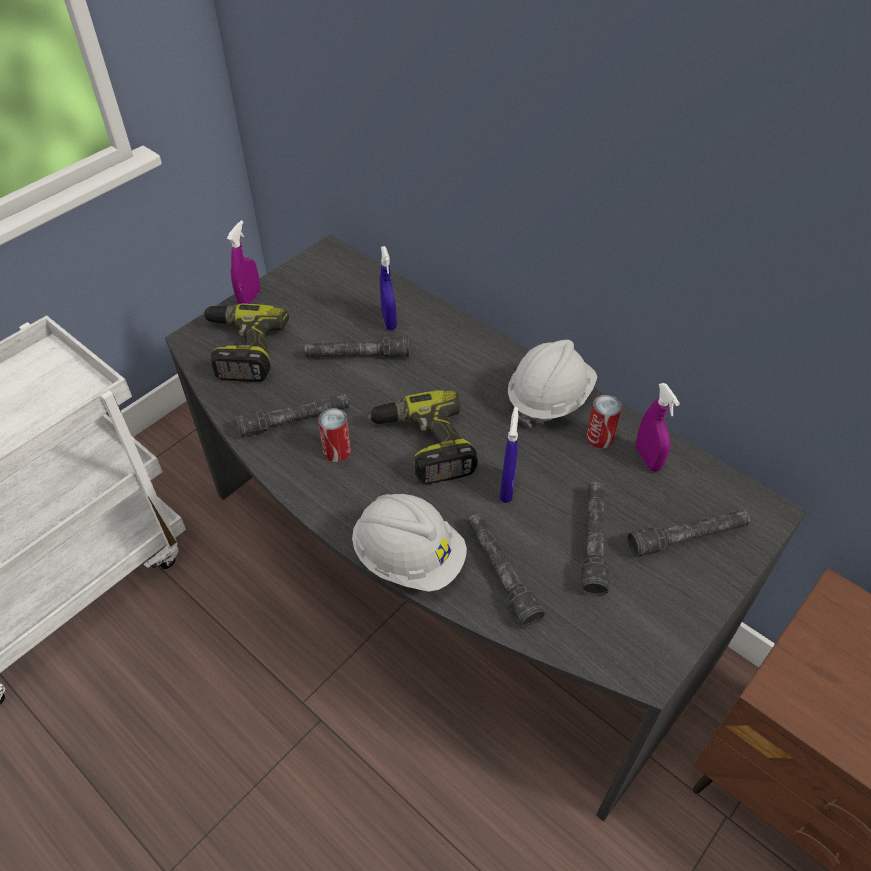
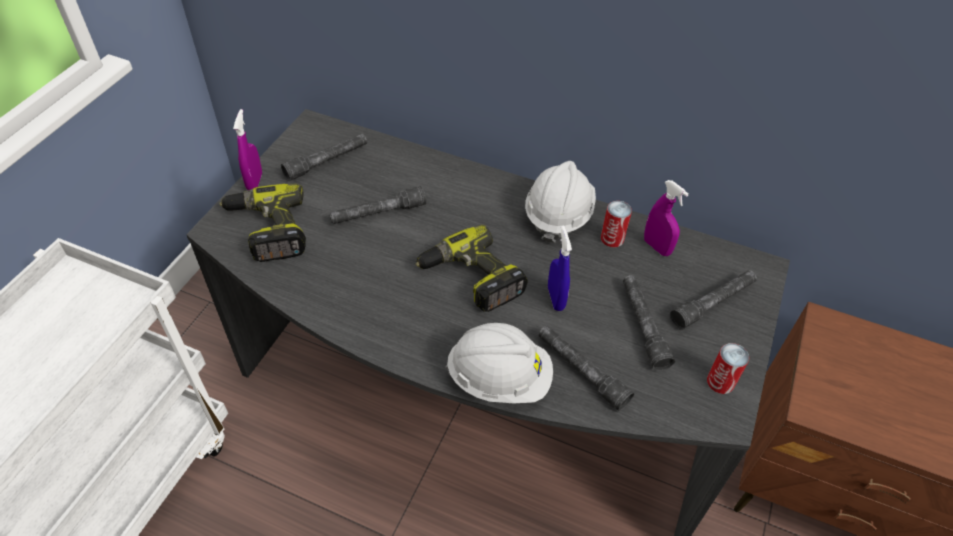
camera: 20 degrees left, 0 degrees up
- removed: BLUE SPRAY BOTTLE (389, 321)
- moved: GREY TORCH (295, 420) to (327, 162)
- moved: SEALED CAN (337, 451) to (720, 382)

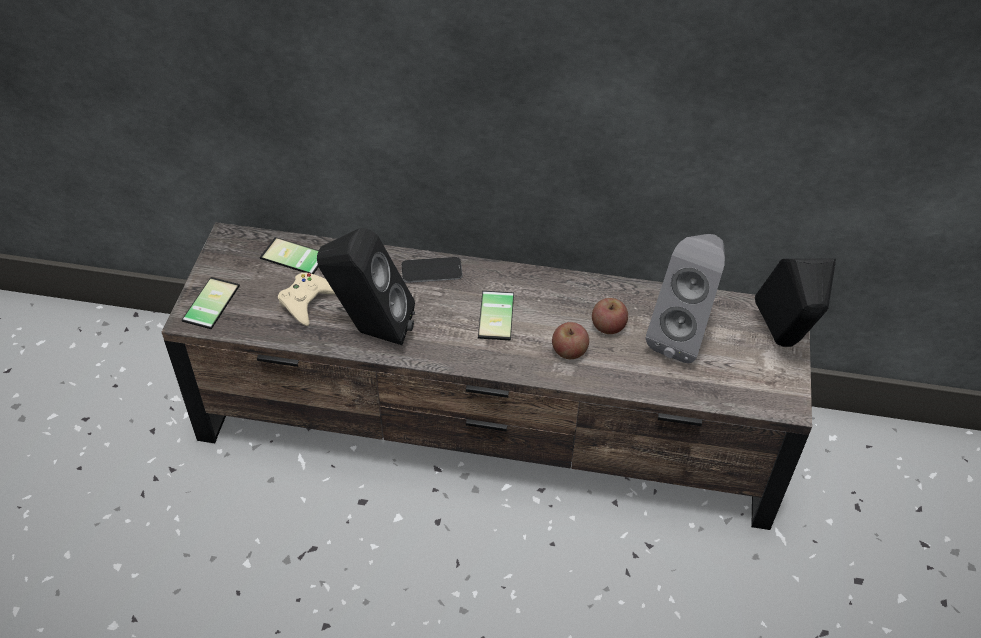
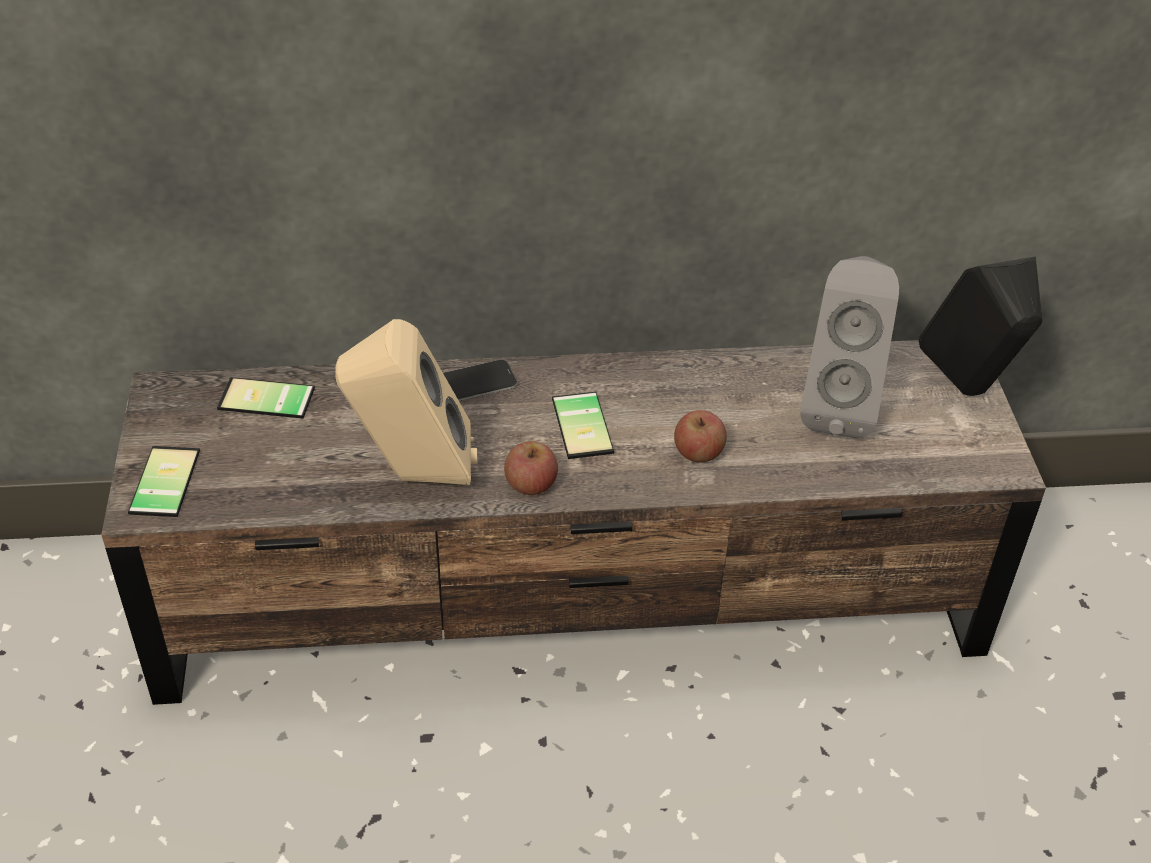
camera: 15 degrees left, 5 degrees down
- recoloured: BLACK AUDIO SPEAKER (370, 330) to BEIGE-COLOURED AUDIO SPEAKER (413, 476)
- removed: BEIGE-COLOURED JOYPAD (307, 301)
- moved: WHOLE APPLE (608, 326) to (531, 484)

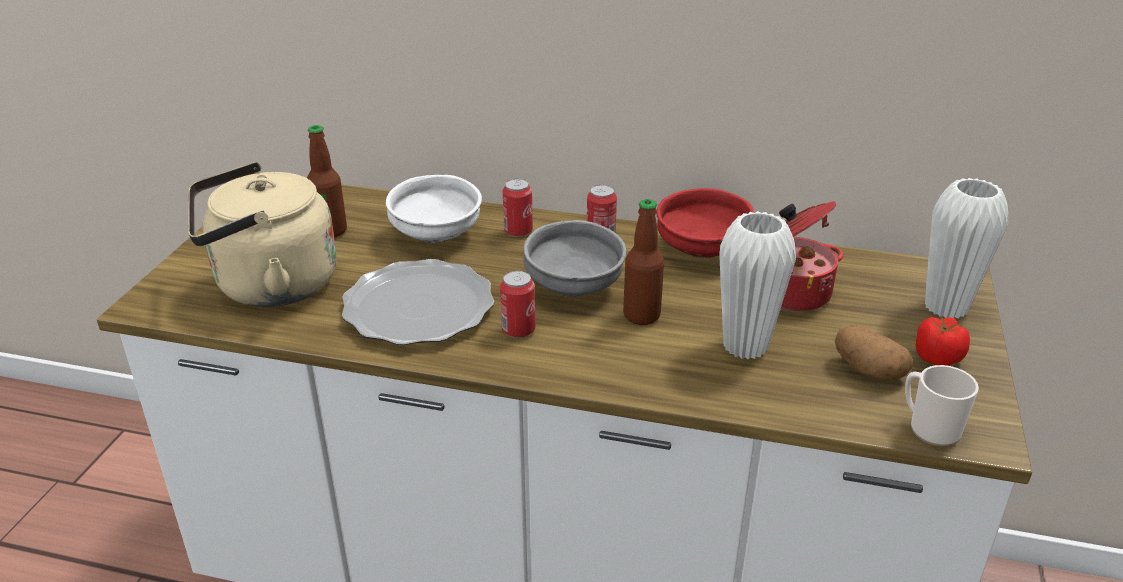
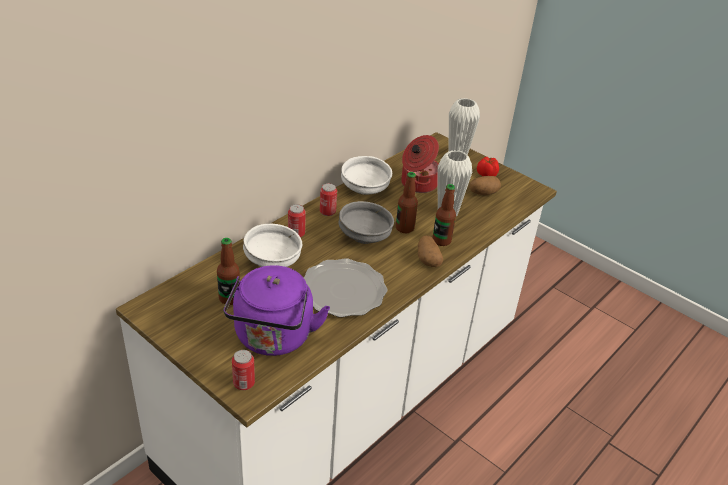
camera: 65 degrees left, 5 degrees up
- recoloured: BEIGE-COLOURED WATER KETTLE (269, 286) to PURPLE-COLOURED WATER KETTLE (273, 339)
- recoloured: REDDISH BOWL (701, 250) to WHITISH BOWL (365, 190)
- moved: SEALED CAN (518, 330) to (244, 383)
- removed: MUG (929, 428)
- added: BOTTLE (441, 241)
- added: POTATO (427, 259)

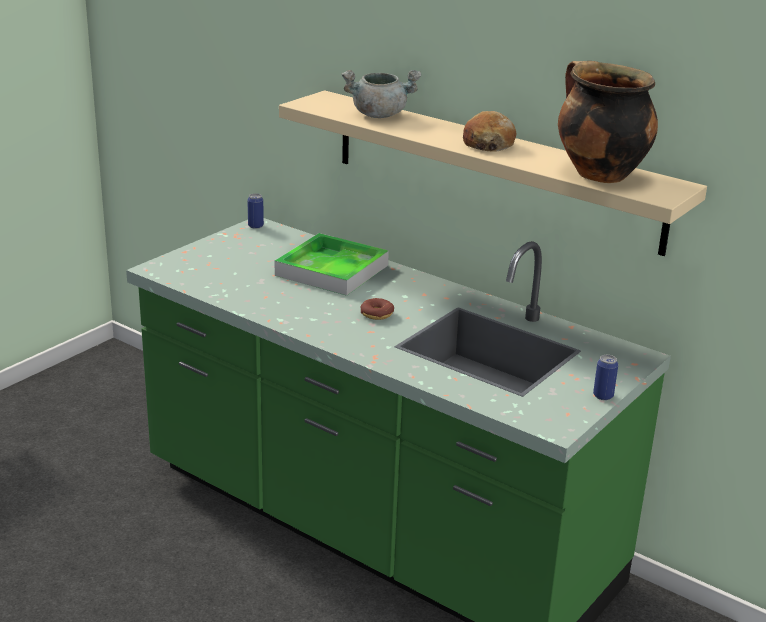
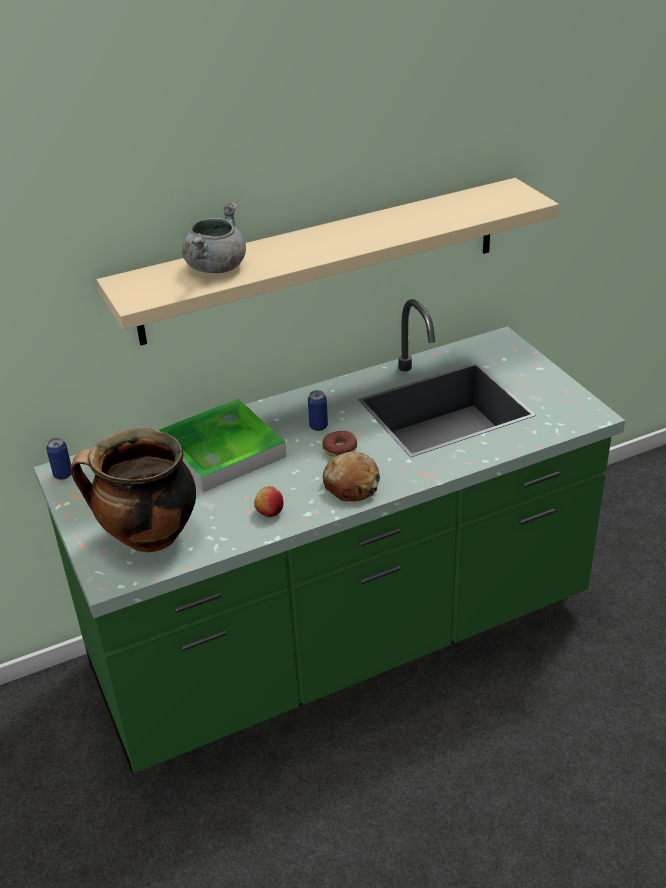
camera: 60 degrees left, 10 degrees up
- moved: SAUCEPOT (598, 174) to (148, 538)
- moved: BREAD (488, 144) to (352, 485)
- moved: SEALED CAN (603, 396) to (318, 426)
- added: WHOLE APPLE (269, 511)

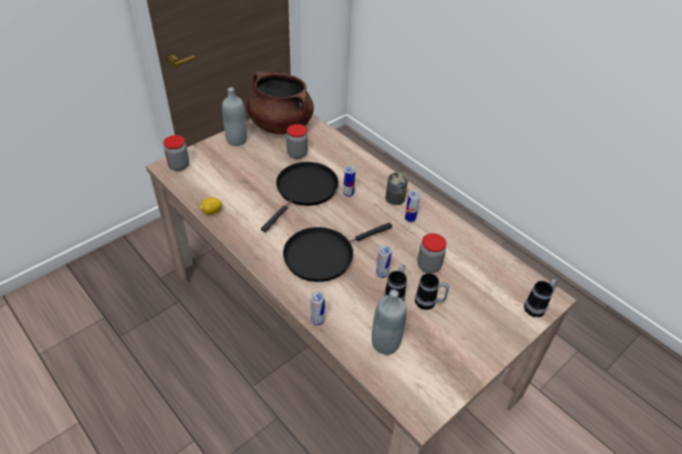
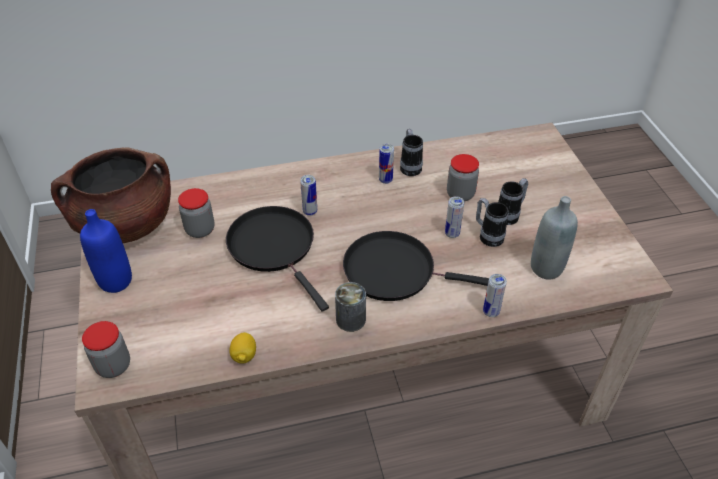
camera: 60 degrees left, 0 degrees up
- recoloured: GREY BOTTLE (236, 140) to BLUE BOTTLE (115, 281)
- moved: SEALED CAN (395, 198) to (350, 319)
- turned: BLACK FRYING PAN (323, 255) = (395, 271) 105 degrees clockwise
- moved: MUG (537, 307) to (410, 166)

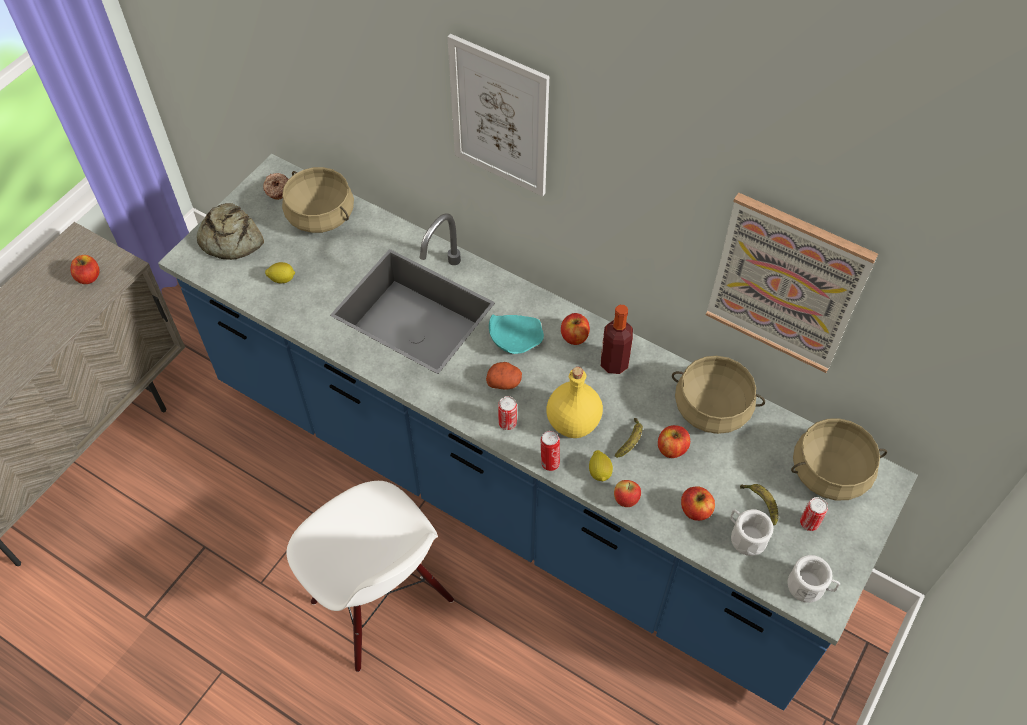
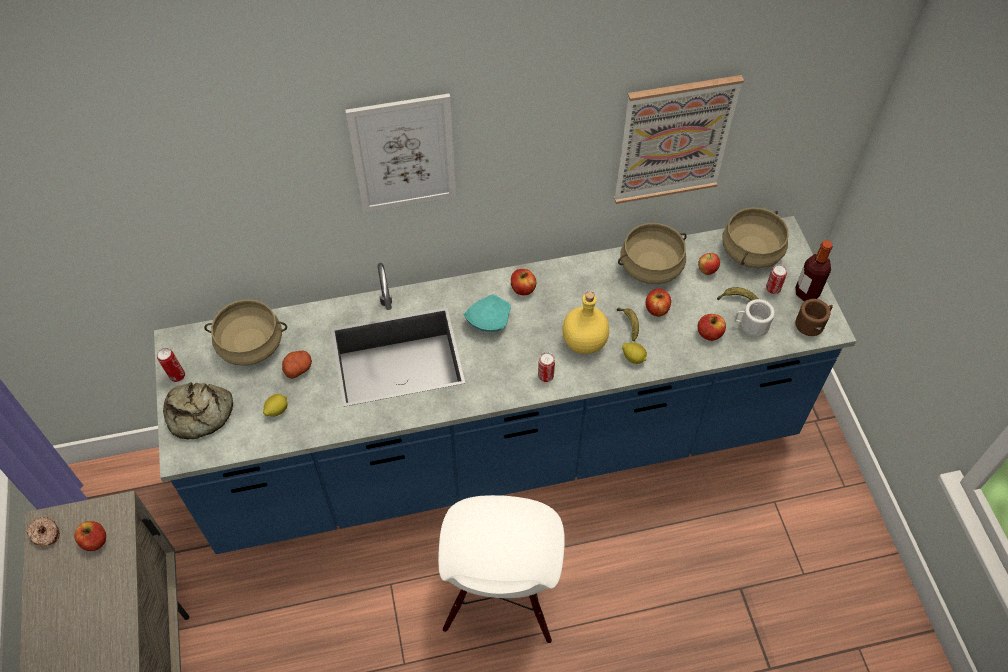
camera: 45 degrees left, 0 degrees up
- moved: DONUT (276, 189) to (45, 534)
- moved: BOTTLE (614, 363) to (806, 293)
- moved: POTATO (504, 381) to (298, 368)
- moved: SEALED CAN (549, 462) to (176, 375)
- moved: WHOLE APPLE (626, 500) to (707, 270)
- turned: WHITISH CHAIR (380, 603) = (500, 598) 90 degrees clockwise
- recoloured: WHITISH MUG (810, 587) to BROWN-COLOURED MUG (812, 323)

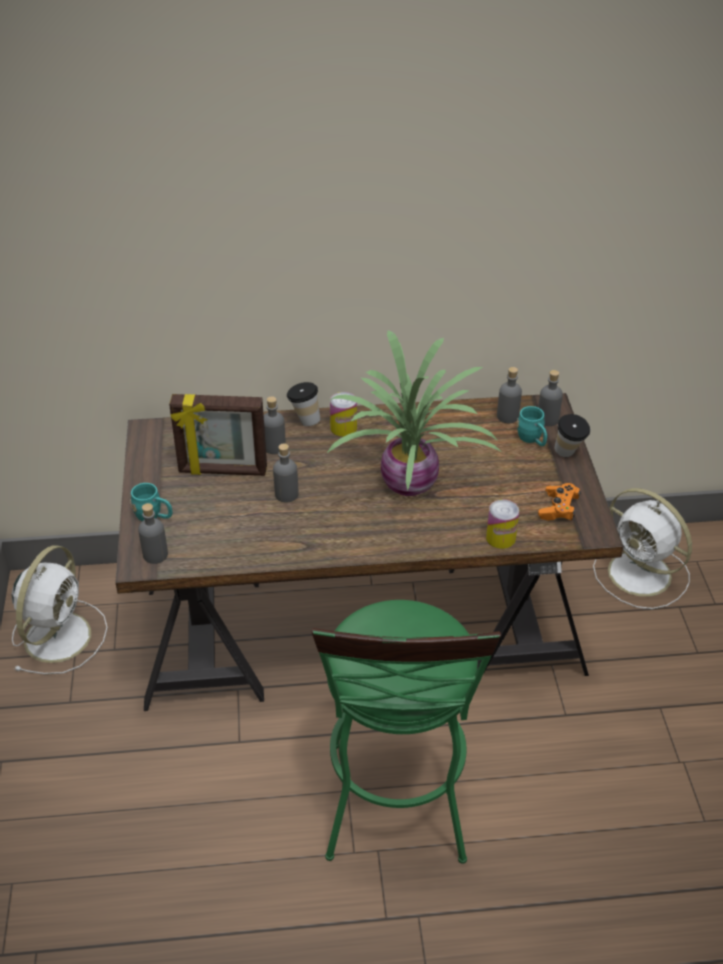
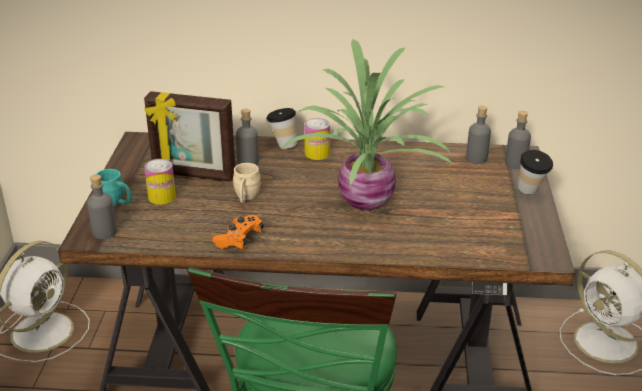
camera: 10 degrees right, 10 degrees down
- removed: TURQUOISE MUG (532, 440)
- replaced: GREY BOTTLE (286, 494) to BEIGE-COLOURED MUG (246, 198)
- moved: ORANGE-COLOURED JOYPAD (558, 509) to (239, 239)
- moved: SEALED CAN (500, 538) to (161, 197)

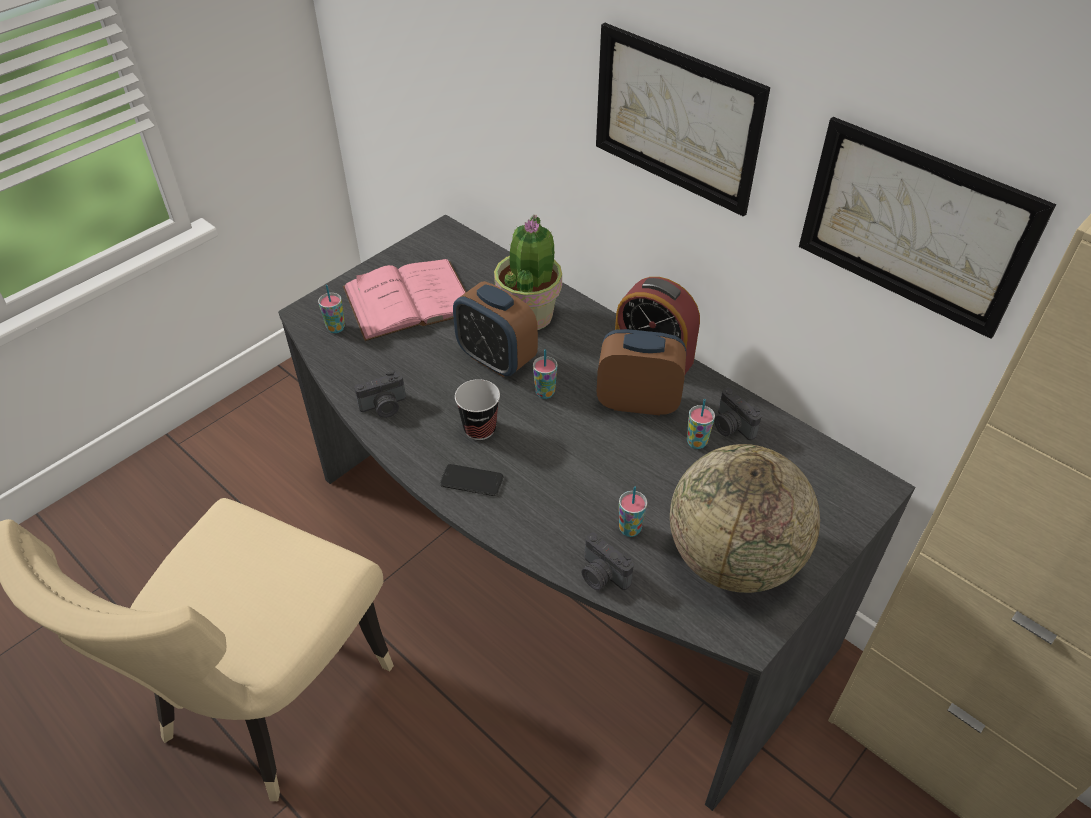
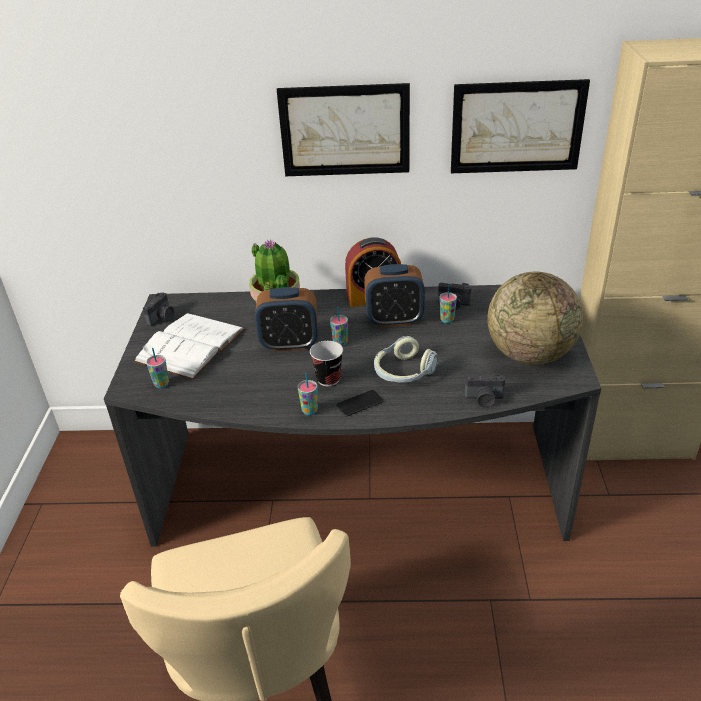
camera: 40 degrees left, 10 degrees down
- recoloured: PINK-COLOURED BOOK (409, 299) to WHITISH BOOK (190, 345)
- turned: BEDSIDE CLOCK (638, 402) = (394, 320) 150 degrees counterclockwise
- moved: STILL CAMERA (384, 407) to (162, 318)
- moved: DRINKING CUP (630, 529) to (309, 411)
- added: PAIR OF HEADPHONES (403, 372)

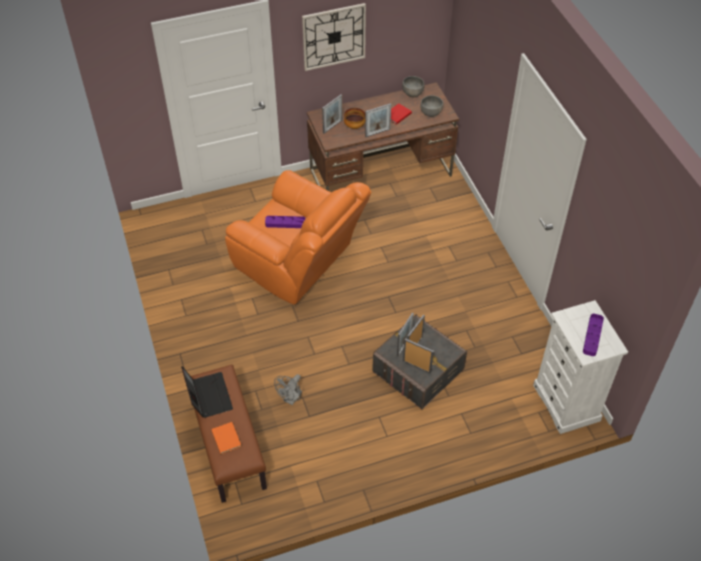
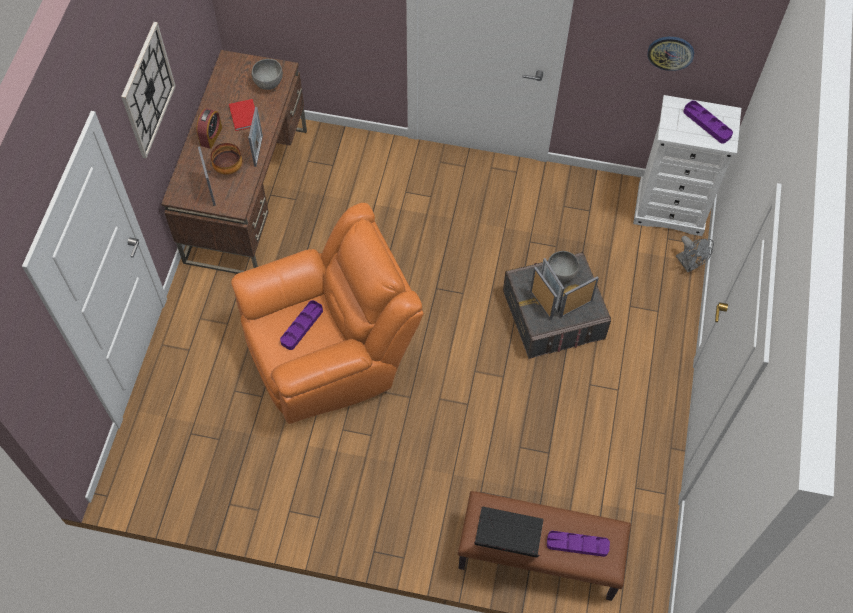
camera: 60 degrees left, 10 degrees up
- moved: GREY BOWL (413, 94) to (561, 274)
- moved: GREY COOLING FAN (291, 399) to (689, 265)
- replaced: ORANGE-COLOURED BOOK (226, 438) to PURPLE-COLOURED SERVING TRAY (577, 544)
- added: CLOCK ON THE WALL (670, 52)
- added: BEDSIDE CLOCK (211, 136)

